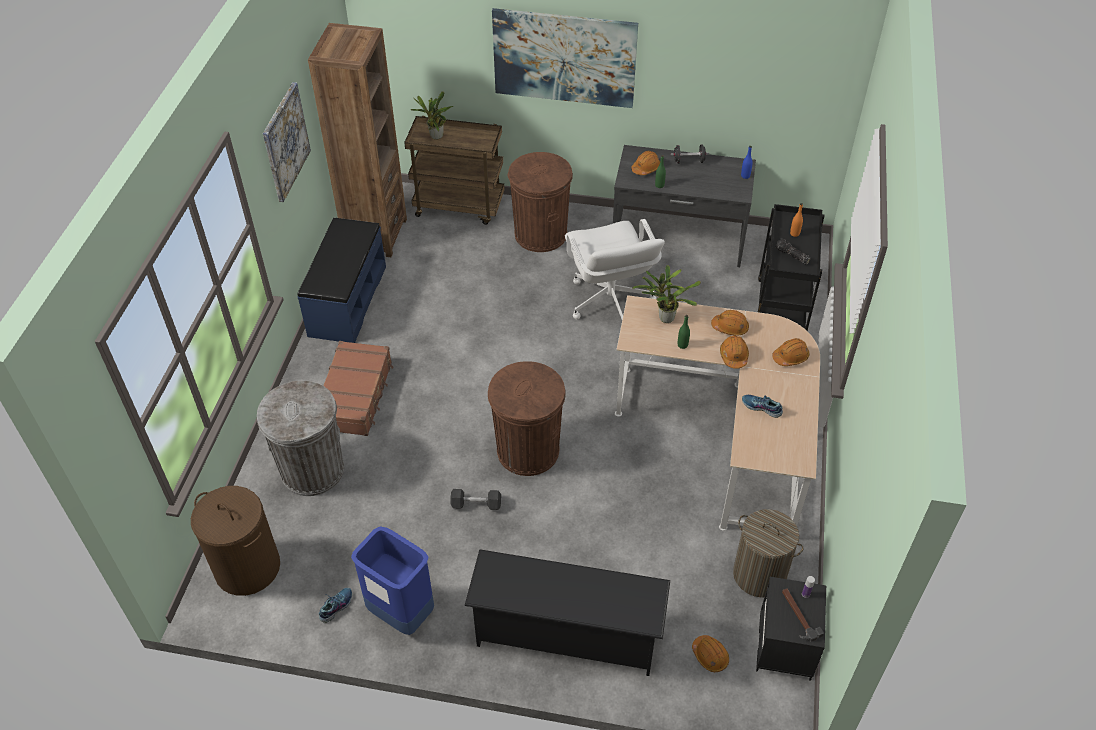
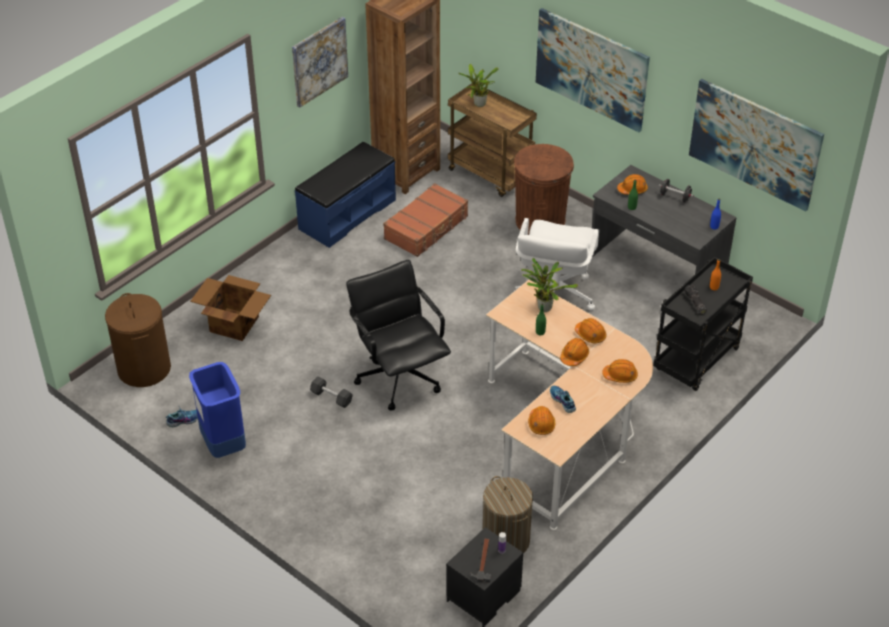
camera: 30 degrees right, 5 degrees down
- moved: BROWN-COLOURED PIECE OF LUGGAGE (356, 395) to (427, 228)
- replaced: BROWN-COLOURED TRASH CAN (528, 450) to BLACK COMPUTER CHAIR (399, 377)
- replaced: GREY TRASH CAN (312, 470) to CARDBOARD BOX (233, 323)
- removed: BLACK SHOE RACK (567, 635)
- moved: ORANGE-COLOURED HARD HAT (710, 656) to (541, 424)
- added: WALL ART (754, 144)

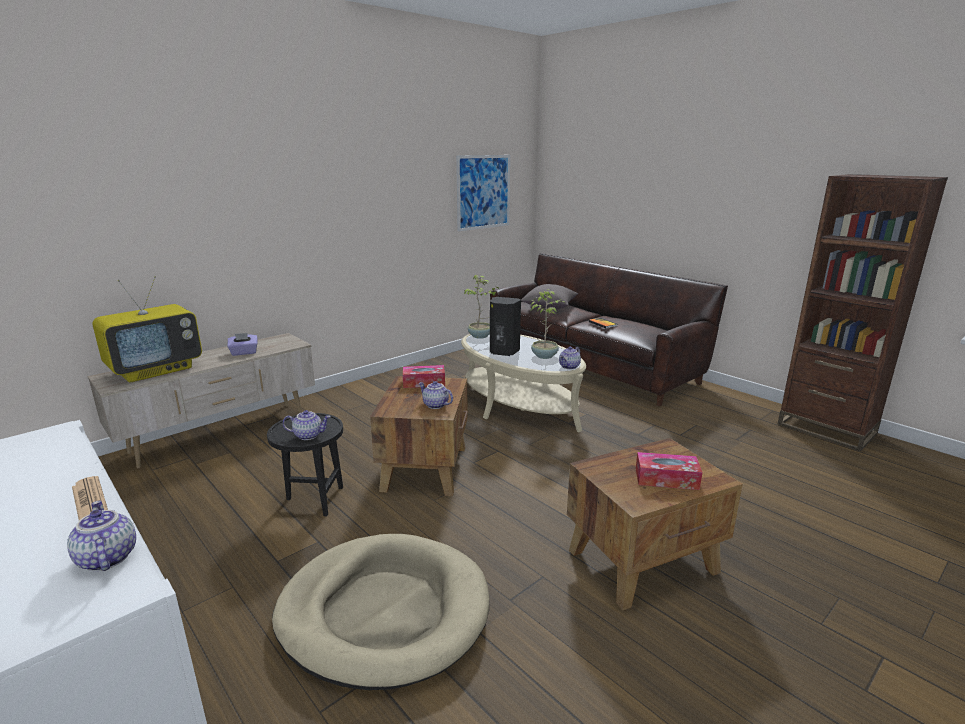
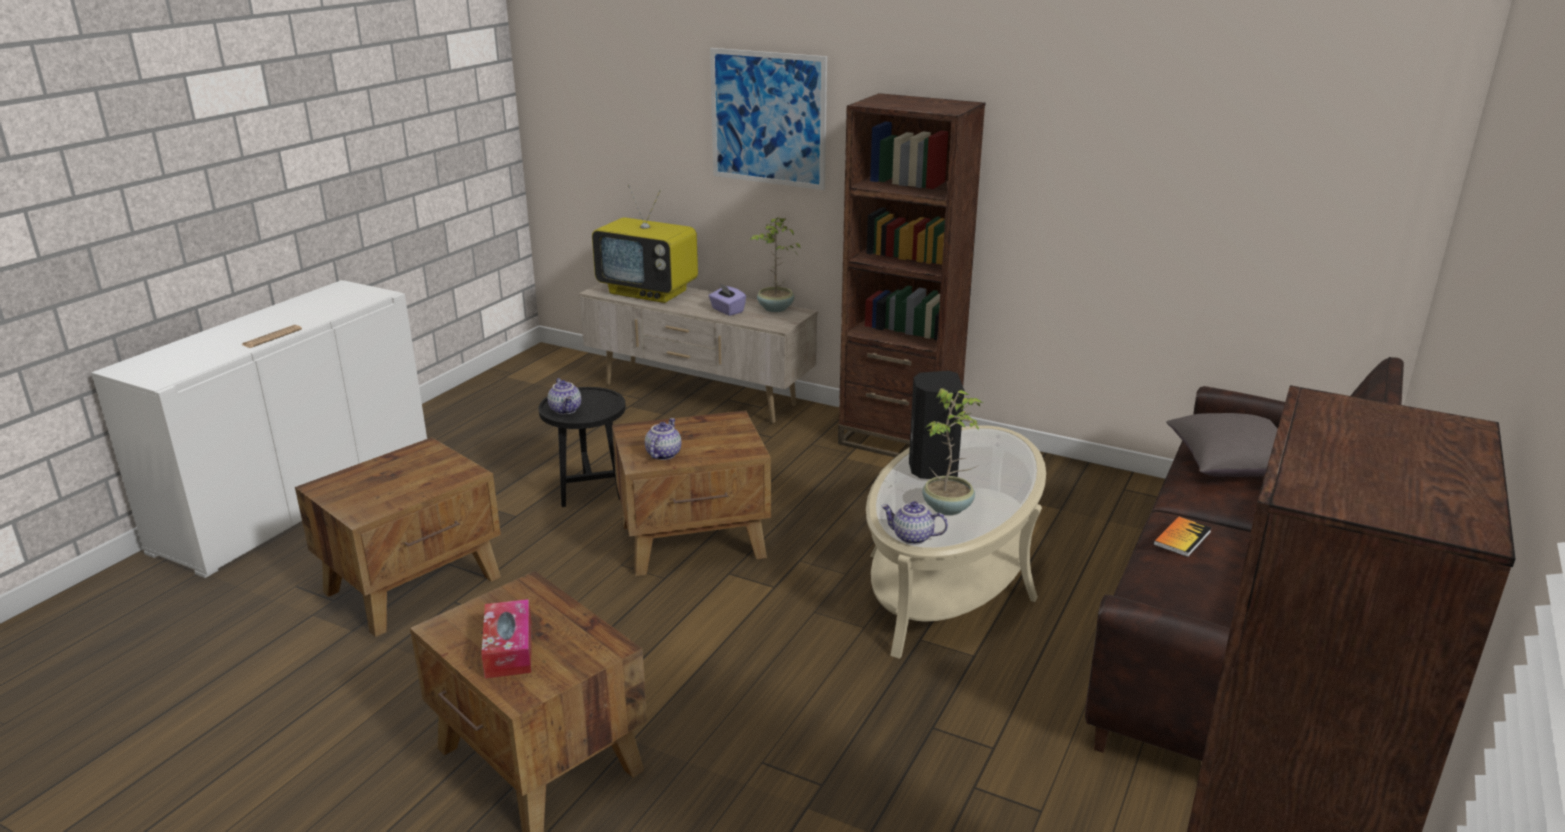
camera: 70 degrees right, 5 degrees up
- moved: WALL ART (483, 192) to (768, 118)
- moved: PLANT IN A POT (480, 336) to (775, 309)
- removed: BOX OF TISSUES (424, 382)
- removed: POT FOR TEA (106, 558)
- replaced: BEIGE-COLOURED PET BED (384, 612) to BROWN-COLOURED SIDE TABLE (415, 584)
- added: BROWN-COLOURED BOOKCASE (899, 440)

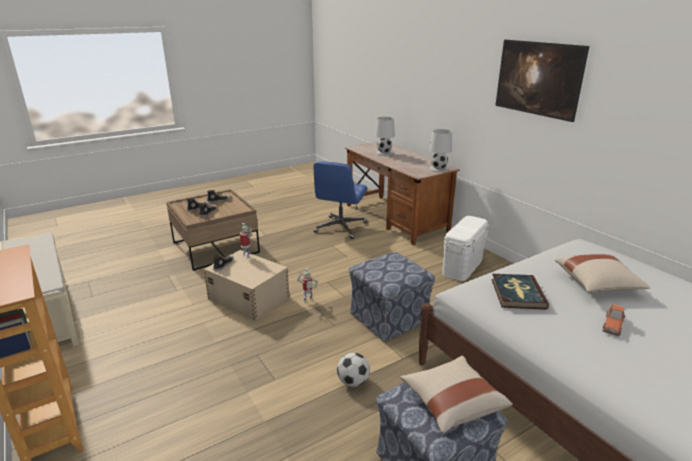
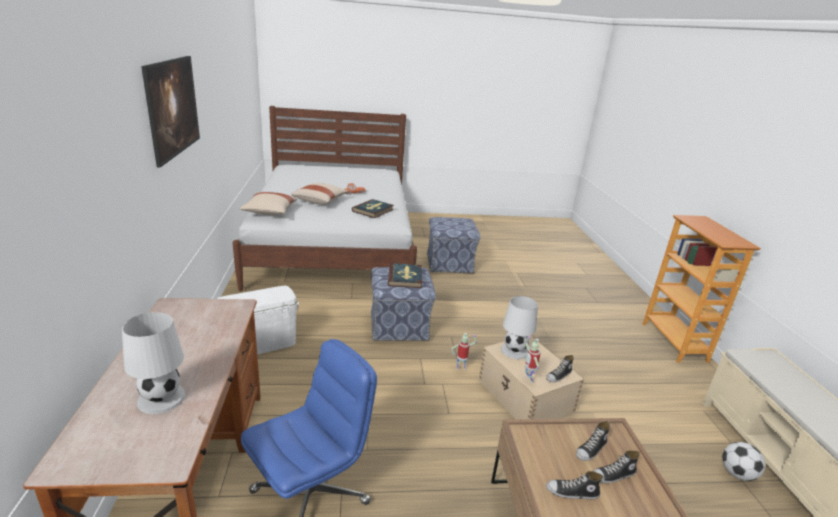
camera: 155 degrees left, 0 degrees up
- moved: WHITISH TABLE LAMP (439, 169) to (514, 350)
- moved: FOOTBALL BALL (353, 382) to (737, 473)
- moved: BEIGE-COLOURED THROW PILLOW (452, 403) to (269, 212)
- added: BOOK (405, 277)

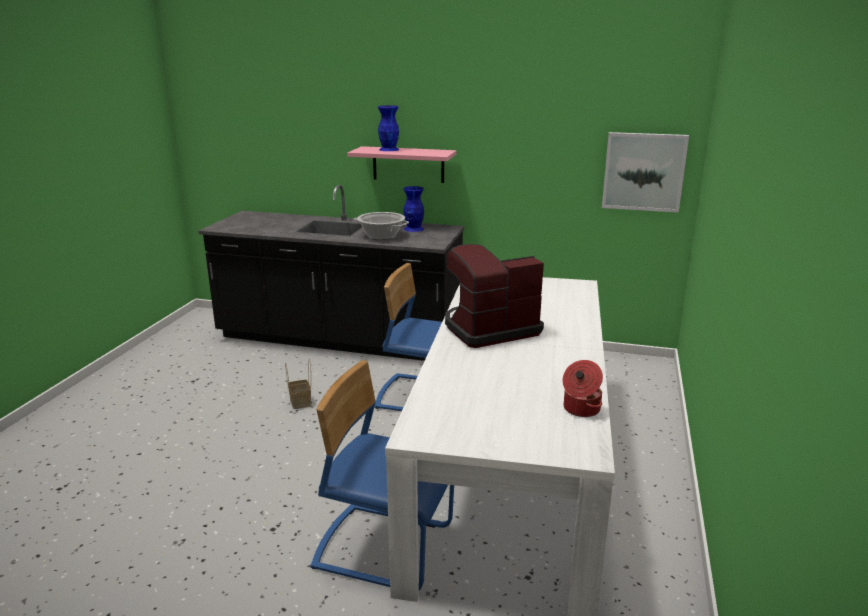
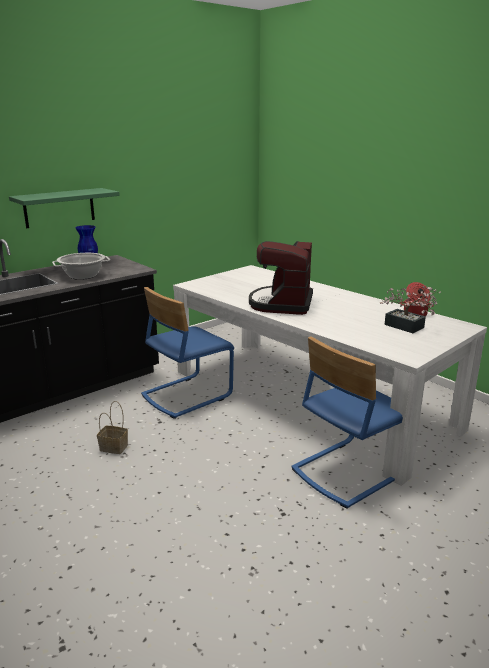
camera: 55 degrees left, 0 degrees up
- removed: BLUE FLOWER VASE (389, 149)
- removed: WALL ART (643, 172)
- recoloured: PINK-COLOURED WALL SHELF (408, 164) to GREEN WALL SHELF (59, 208)
- added: PLANT IN A POT (407, 327)

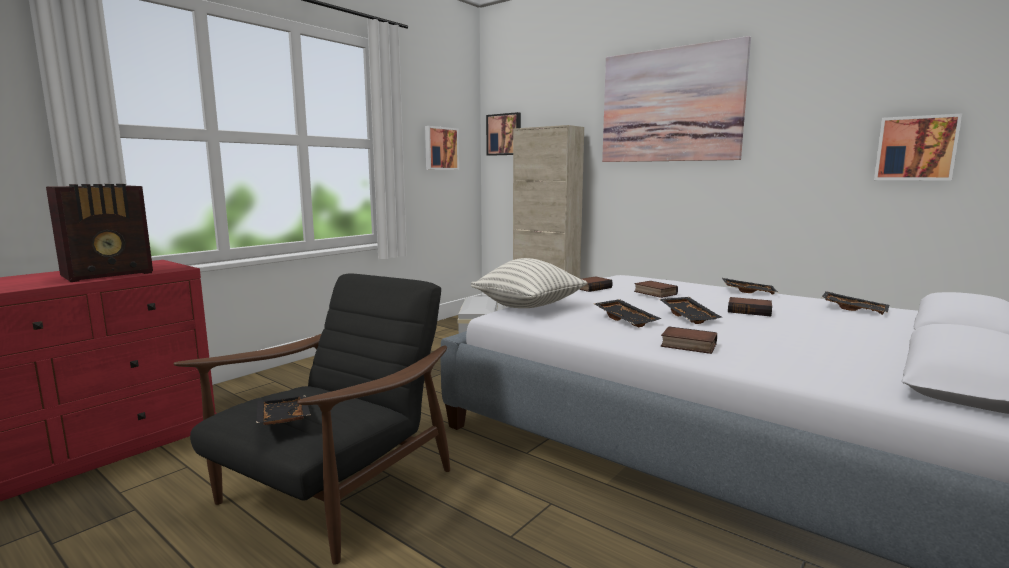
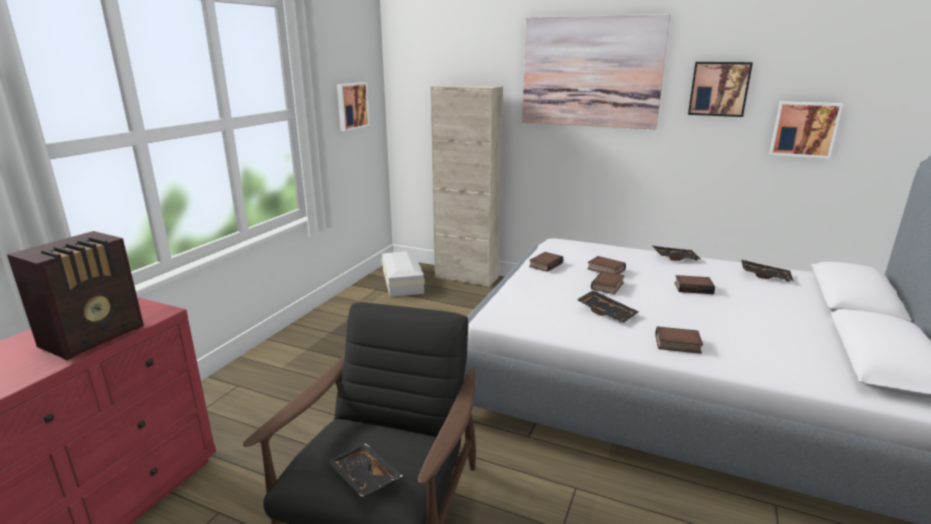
camera: 15 degrees left, 10 degrees up
- moved: WALL ART (504, 134) to (719, 89)
- removed: THROW PILLOW (529, 307)
- removed: BLACK SERVING TRAY (689, 316)
- added: BOOK (608, 286)

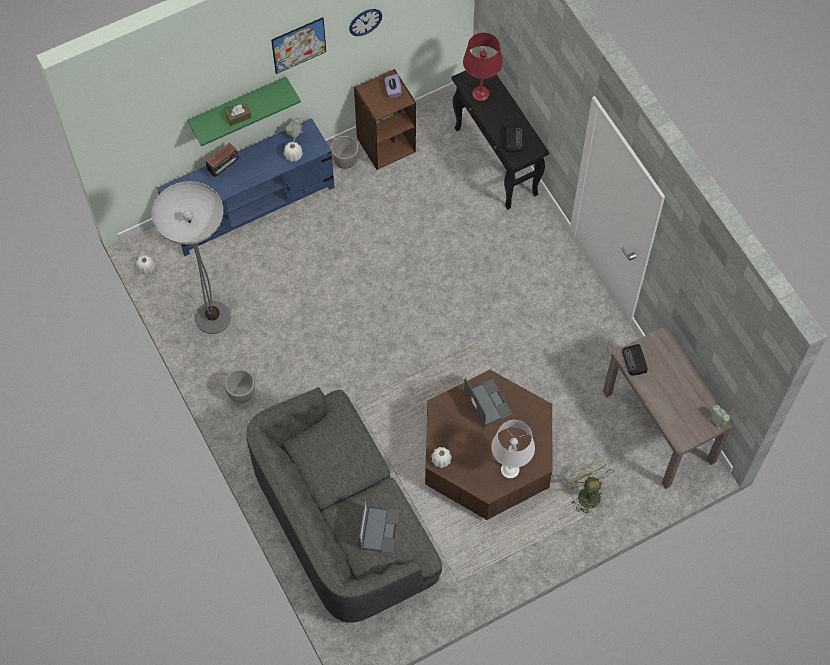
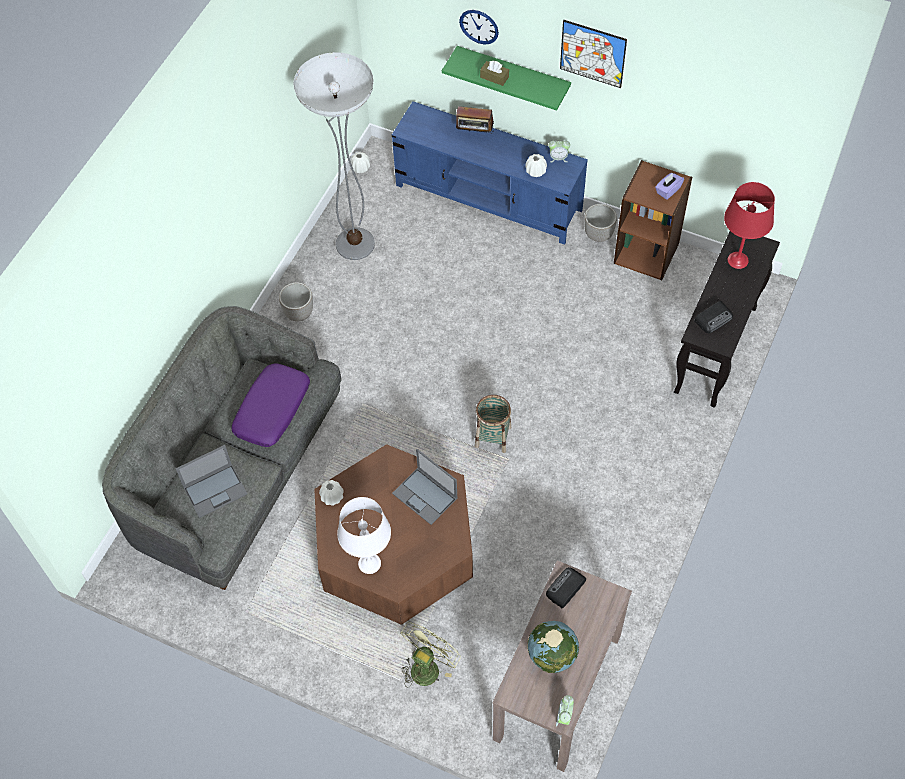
camera: 55 degrees right, 5 degrees down
- moved: CLOCK ON THE WALL (365, 22) to (479, 26)
- turned: NOTEBOOK COMPUTER (487, 402) = (425, 496) 105 degrees clockwise
- added: PURPLE-COLOURED THROW PILLOW (273, 410)
- added: HOUSEHOLD BASKET (493, 437)
- added: DESK GLOBE (552, 655)

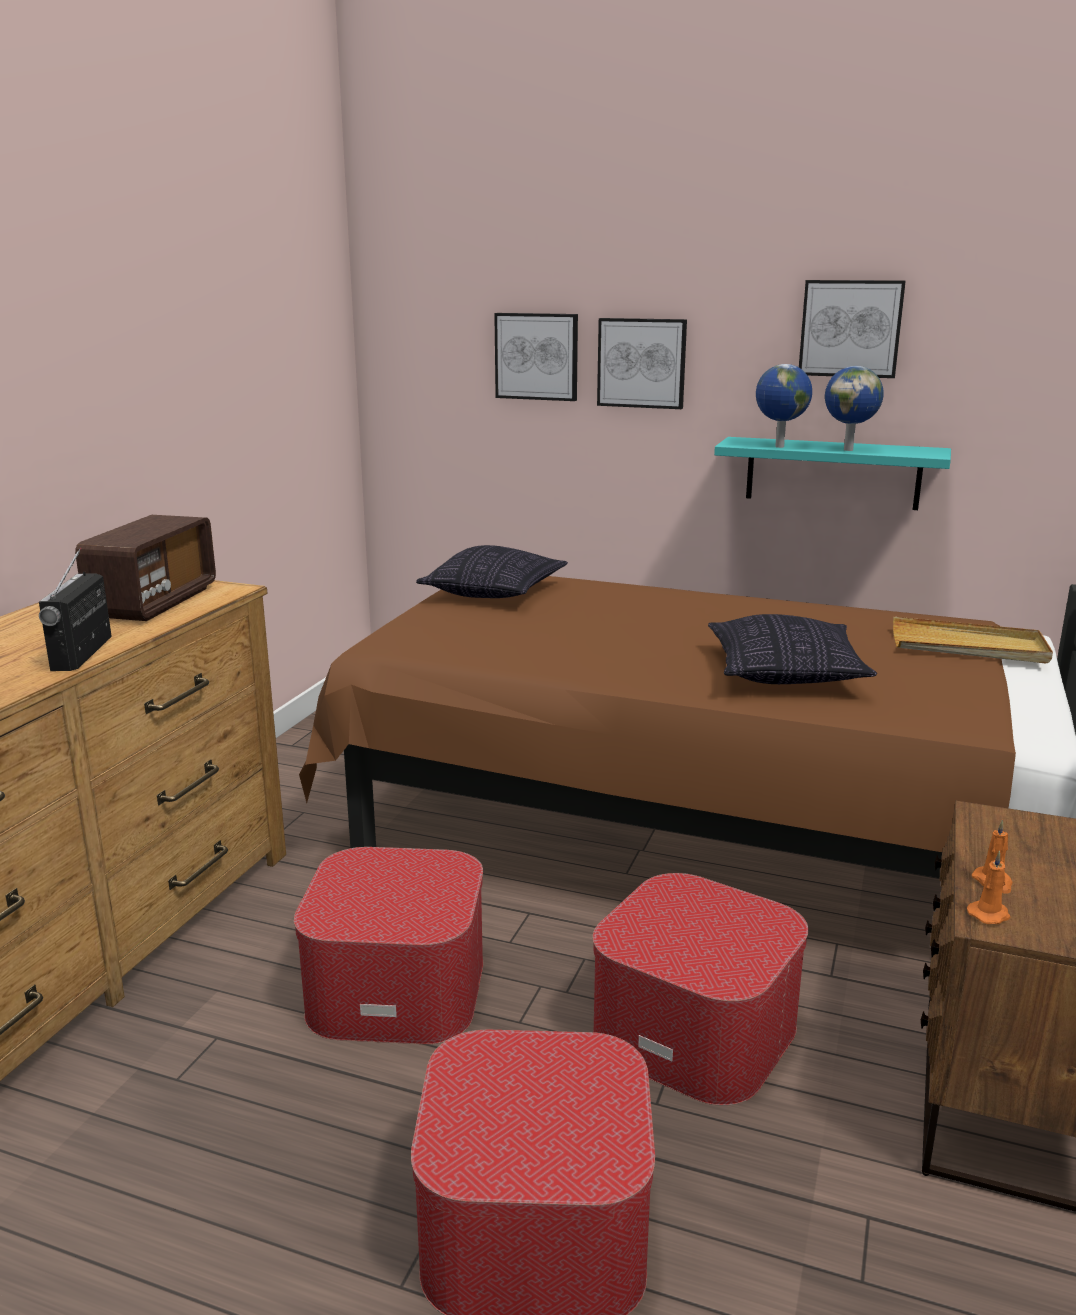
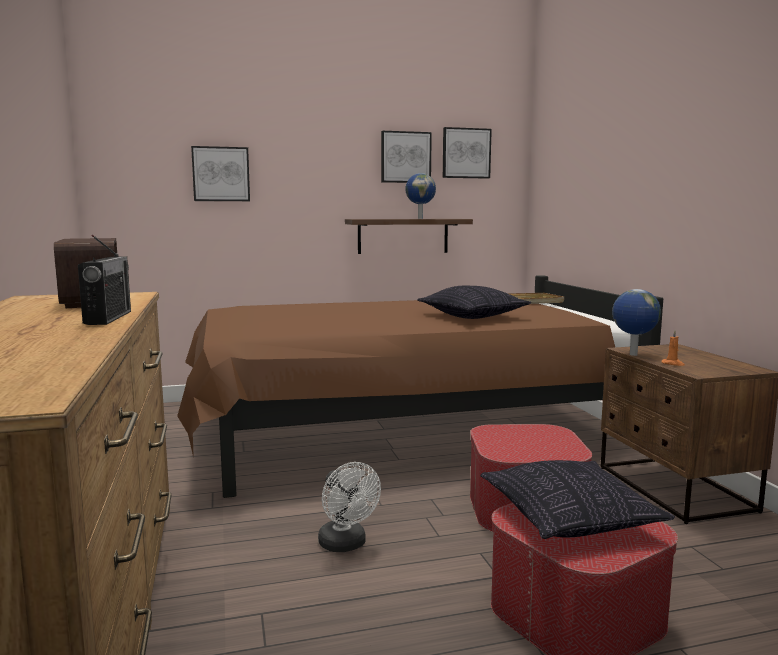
camera: 35 degrees left, 10 degrees down
- moved: WALL ART (642, 363) to (466, 153)
- moved: DESK GLOBE (778, 446) to (633, 355)
- recoloured: TURQUOISE WALL SHELF (832, 473) to BROWN-COLOURED WALL SHELF (403, 236)
- moved: THROW PILLOW (493, 593) to (569, 519)
- turned: RADIO (82, 654) = (108, 318) 150 degrees counterclockwise
- replaced: FOOTREST (397, 986) to WHITISH COOLING FAN (346, 545)
- removed: ORANGE-COLOURED WAX CANDLE (989, 914)

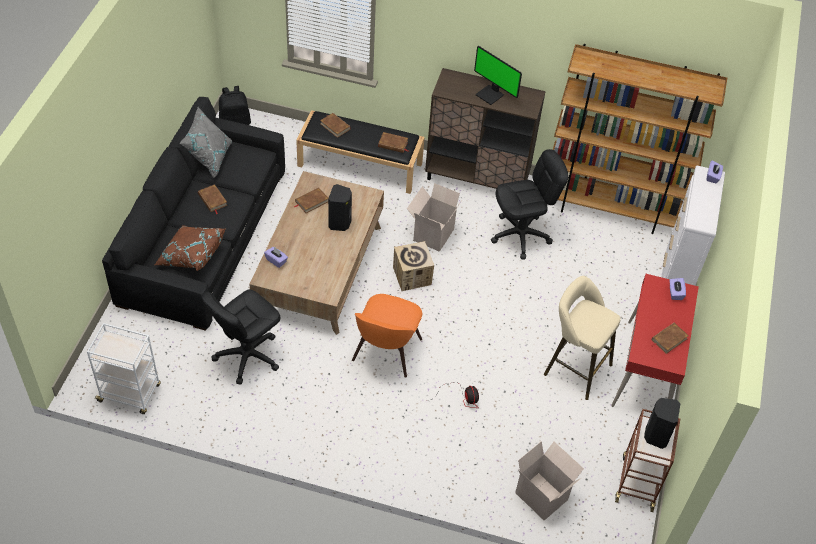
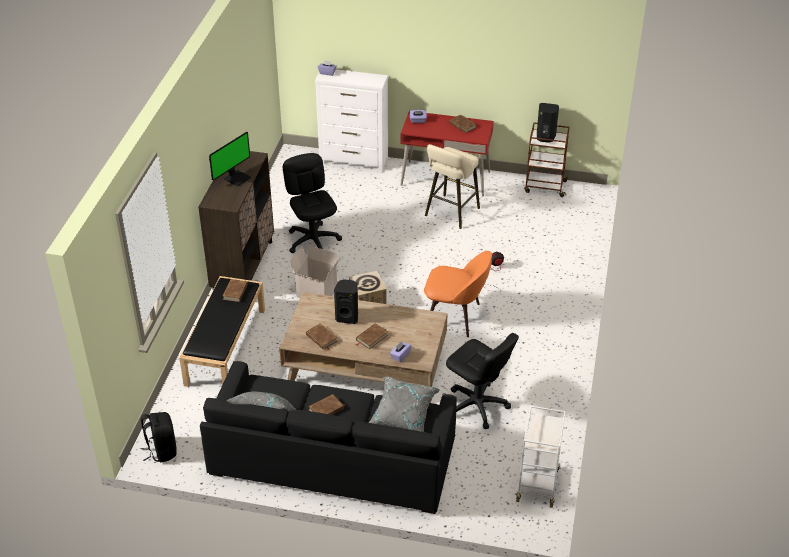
camera: 90 degrees left, 10 degrees down
- removed: BROWN-COLOURED BOOKCASE (610, 209)
- moved: BROWN-COLOURED BOOK (335, 126) to (371, 337)
- recoloured: BROWN-COLOURED THROW PILLOW (191, 255) to GREY THROW PILLOW (403, 416)
- removed: CARDBOARD BOX (543, 496)

